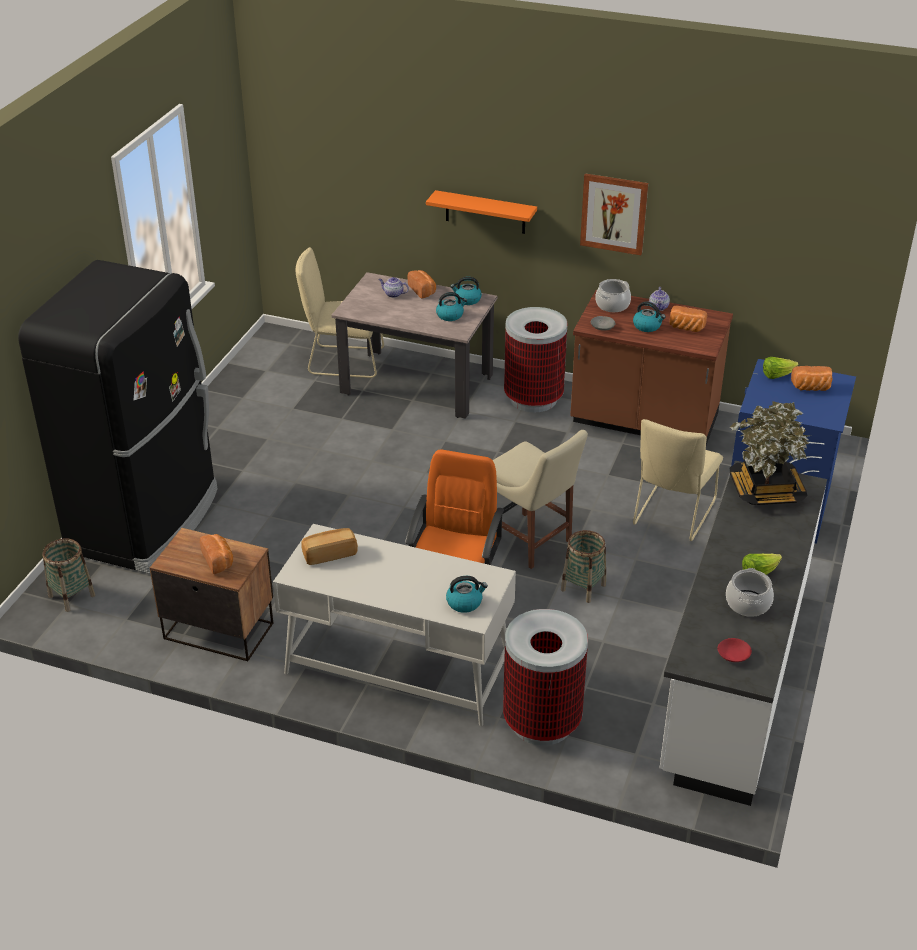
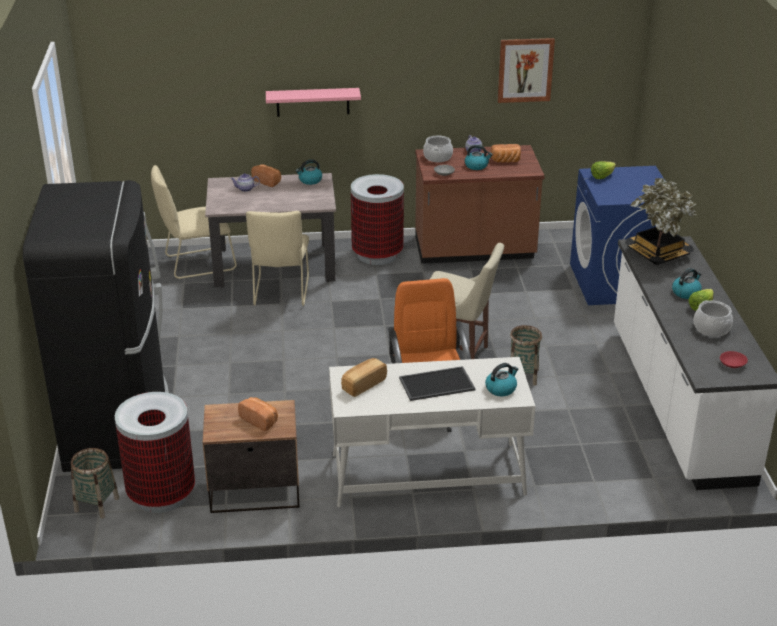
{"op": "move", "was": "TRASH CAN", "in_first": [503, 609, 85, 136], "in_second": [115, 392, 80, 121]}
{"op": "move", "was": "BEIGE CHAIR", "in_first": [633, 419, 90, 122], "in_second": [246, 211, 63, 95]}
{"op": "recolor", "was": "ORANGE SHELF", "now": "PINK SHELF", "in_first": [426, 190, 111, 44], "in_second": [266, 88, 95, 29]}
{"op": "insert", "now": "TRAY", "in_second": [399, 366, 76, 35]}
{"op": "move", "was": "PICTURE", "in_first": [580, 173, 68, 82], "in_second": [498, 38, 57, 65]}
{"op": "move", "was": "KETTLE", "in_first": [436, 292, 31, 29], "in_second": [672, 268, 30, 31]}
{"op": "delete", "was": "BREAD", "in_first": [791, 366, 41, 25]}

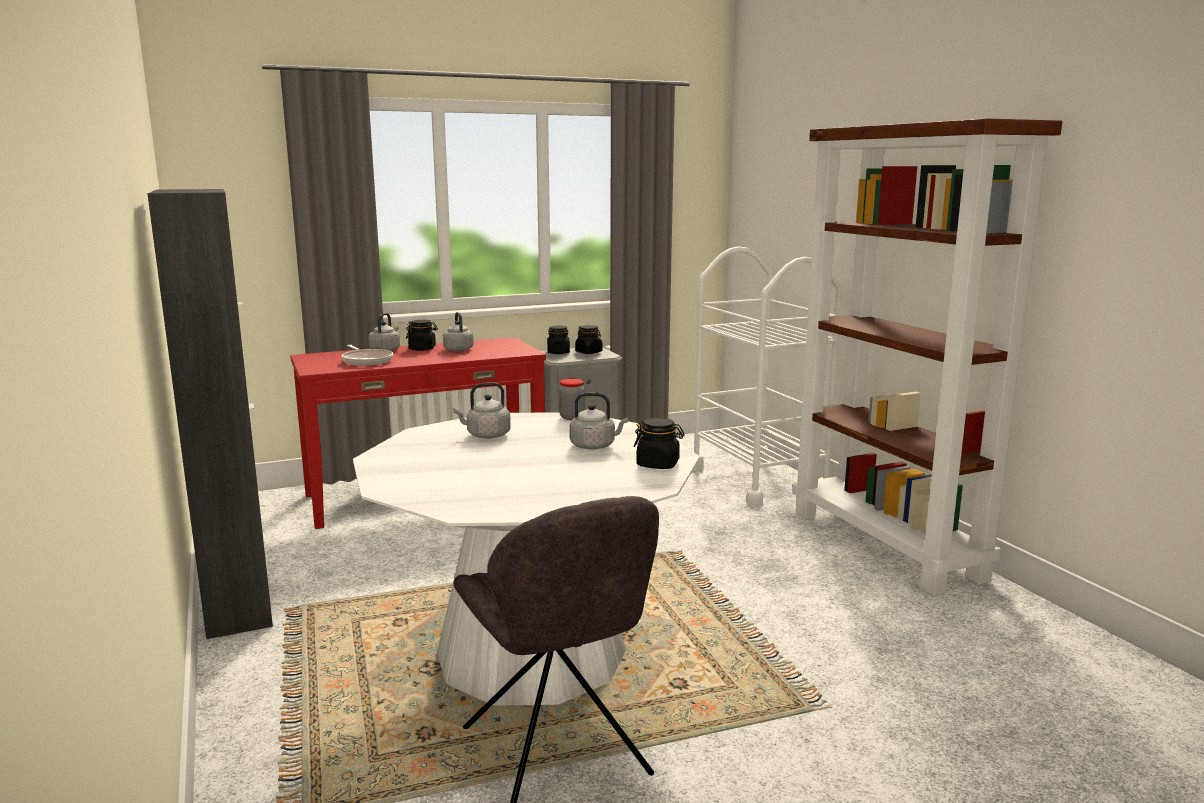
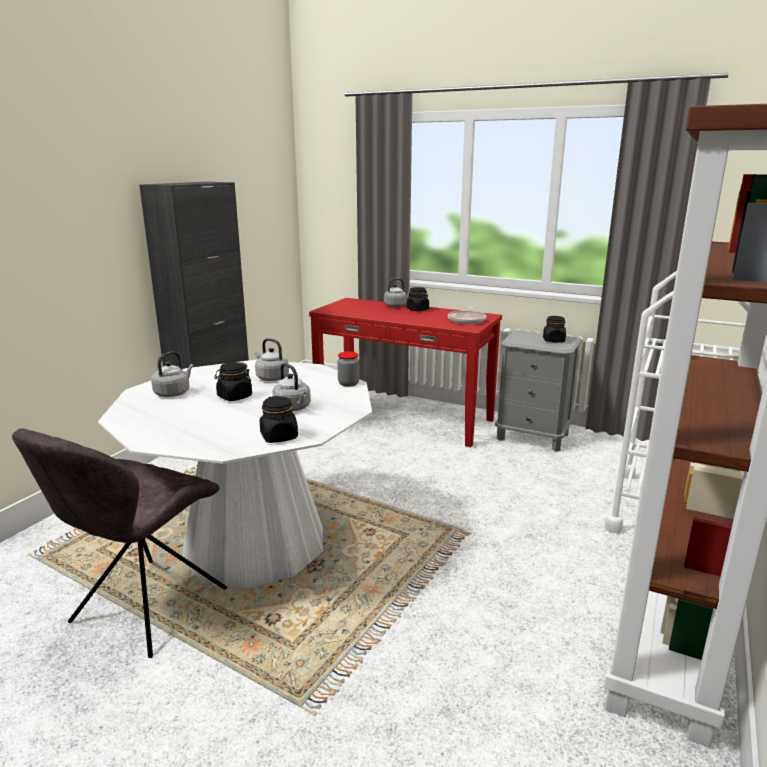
{"op": "move", "was": "GREY KETTLE", "in_first": [443, 312, 31, 39], "in_second": [151, 351, 42, 46]}
{"op": "move", "was": "BLACK JAR", "in_first": [547, 326, 23, 28], "in_second": [214, 362, 38, 39]}
{"op": "move", "was": "FRYING PAN", "in_first": [341, 345, 52, 21], "in_second": [448, 305, 39, 19]}

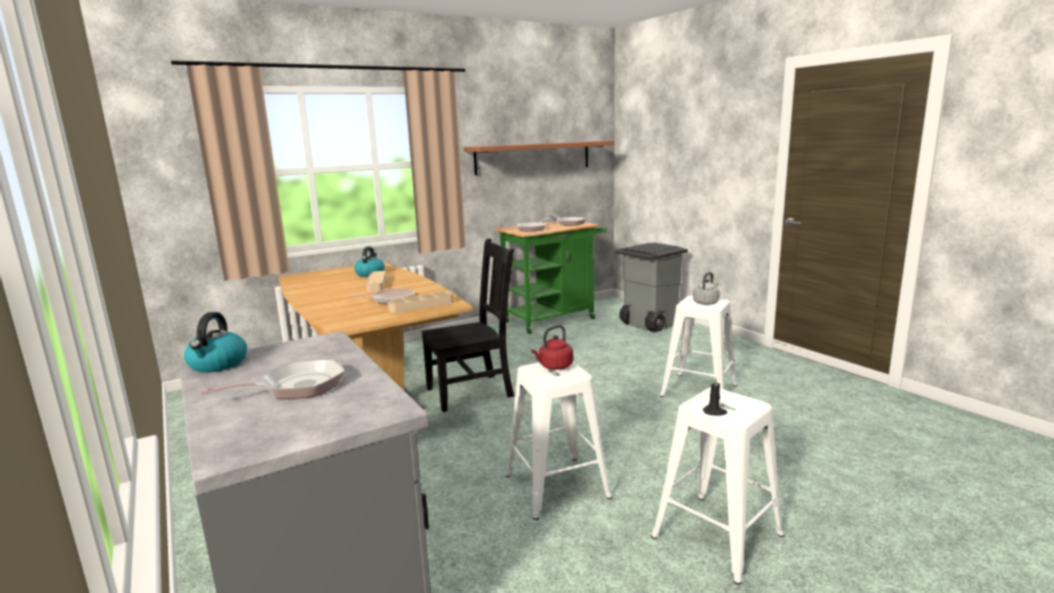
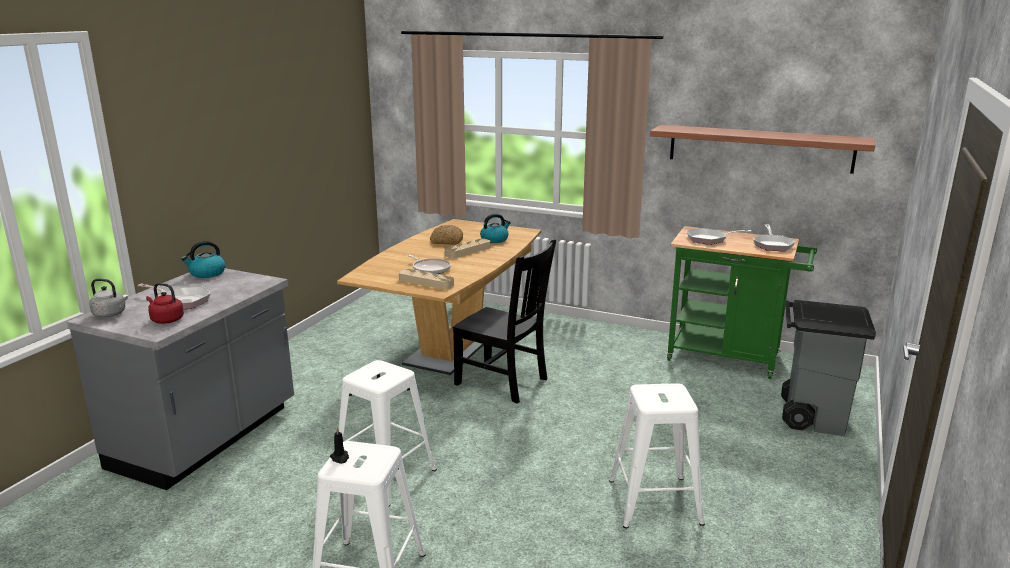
{"op": "move", "was": "GREY KETTLE", "in_first": [693, 272, 27, 33], "in_second": [89, 279, 39, 38]}
{"op": "move", "was": "RED KETTLE", "in_first": [531, 325, 42, 45], "in_second": [146, 283, 38, 41]}
{"op": "insert", "now": "BREAD", "in_second": [430, 225, 33, 19]}

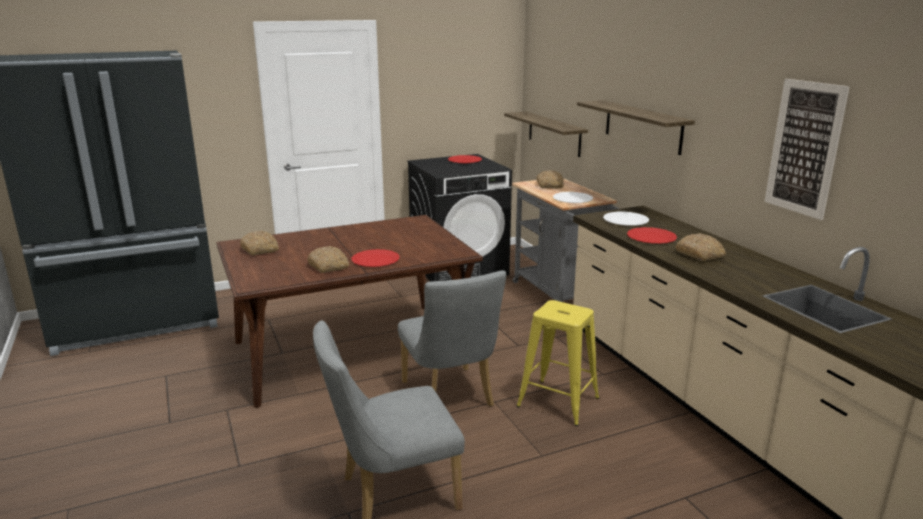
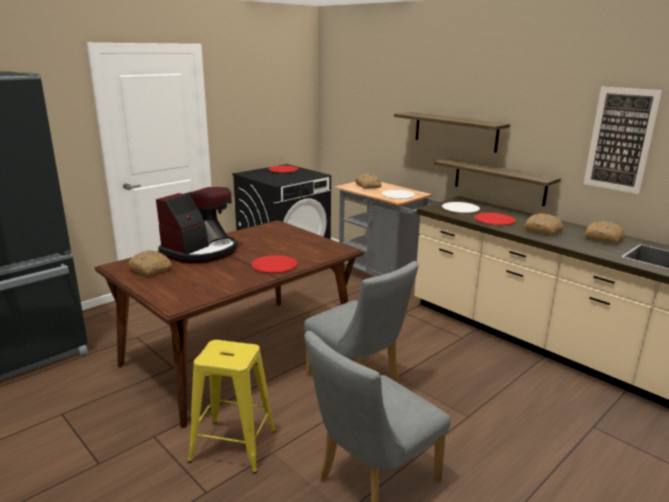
{"op": "insert", "now": "COFFEE MACHINE", "in_second": [156, 187, 81, 76]}
{"op": "move", "was": "YELLOW STOOL", "in_first": [516, 300, 83, 126], "in_second": [188, 340, 88, 134]}
{"op": "move", "was": "SHELF", "in_first": [504, 112, 84, 45], "in_second": [434, 158, 127, 48]}
{"op": "move", "was": "BREAD", "in_first": [307, 246, 42, 27], "in_second": [585, 221, 41, 23]}

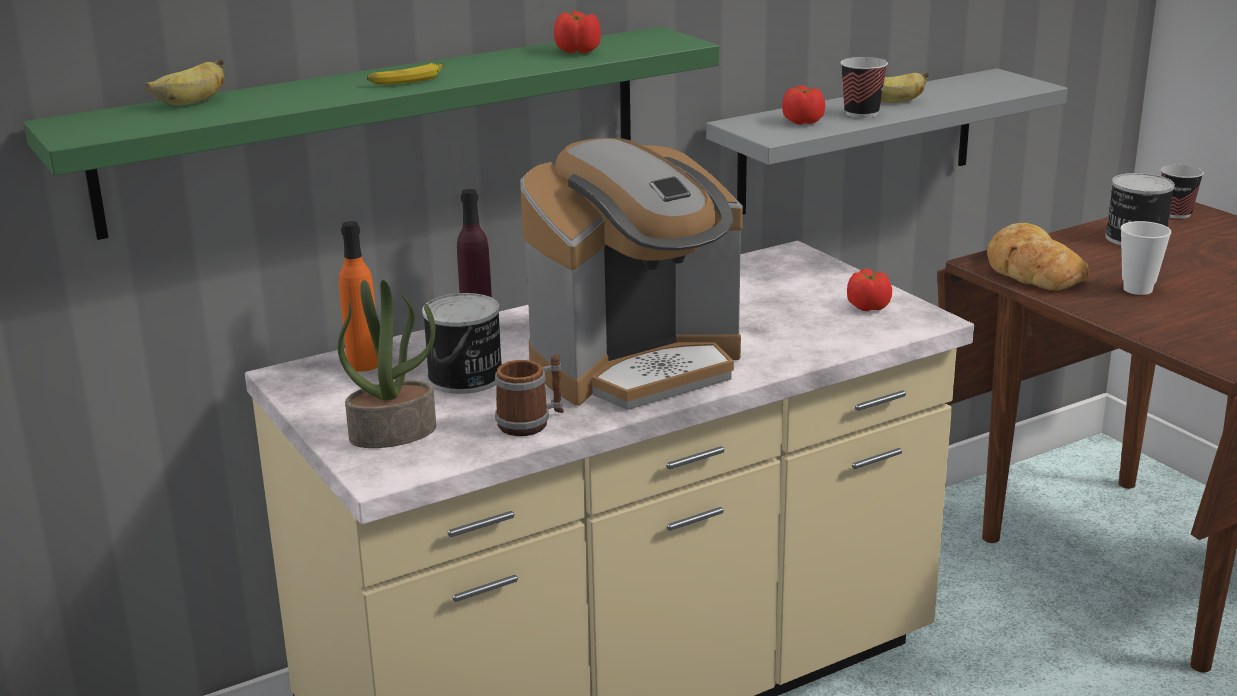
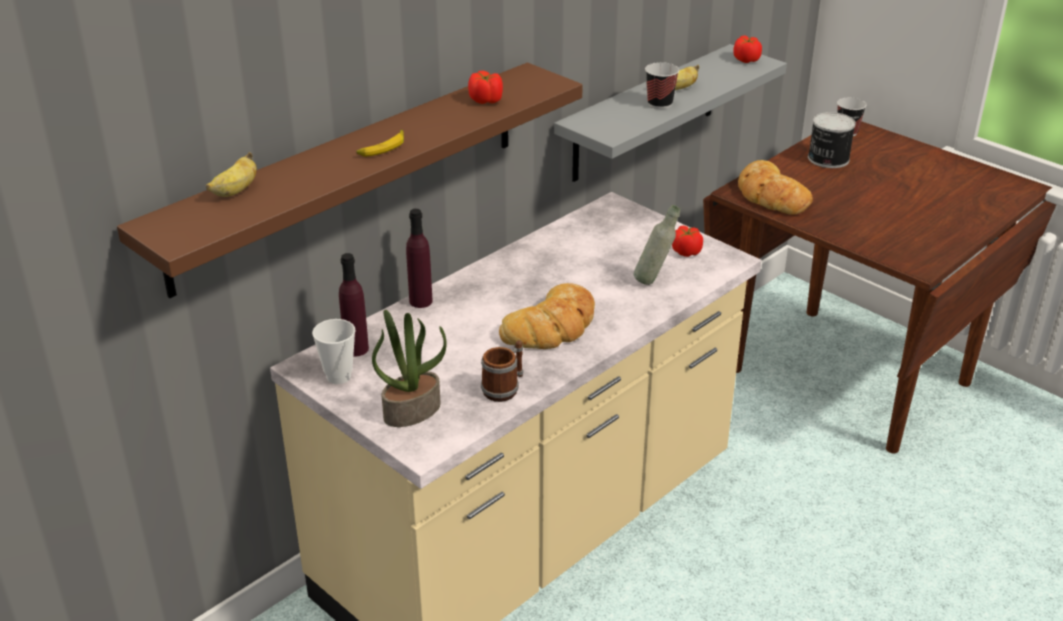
{"op": "recolor", "was": "GREEN SHELF", "now": "BROWN SHELF", "in_first": [24, 27, 695, 213], "in_second": [117, 63, 466, 235]}
{"op": "move", "was": "CUP", "in_first": [1121, 221, 50, 74], "in_second": [312, 319, 43, 65]}
{"op": "recolor", "was": "ORANGE BOTTLE", "now": "PURPLE BOTTLE", "in_first": [339, 221, 39, 151], "in_second": [339, 253, 30, 104]}
{"op": "replace", "was": "COFFEE MACHINE", "now": "BREAD", "in_first": [521, 138, 222, 272], "in_second": [499, 283, 96, 66]}
{"op": "insert", "now": "GREY BOTTLE", "in_second": [634, 205, 46, 80]}
{"op": "move", "was": "TOMATO", "in_first": [782, 85, 43, 40], "in_second": [733, 36, 29, 27]}
{"op": "delete", "was": "CAN", "in_first": [422, 293, 79, 101]}

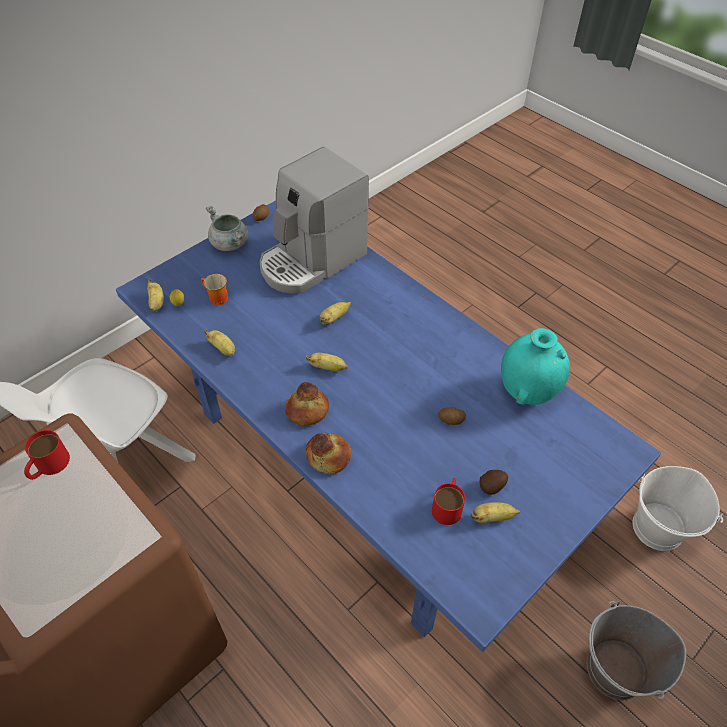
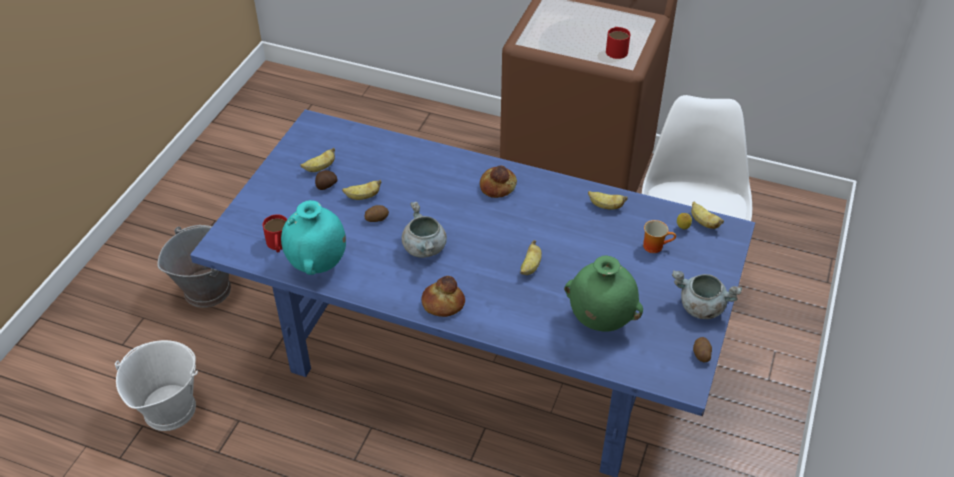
{"op": "move", "was": "RED MUG", "in_first": [432, 478, 33, 47], "in_second": [262, 214, 25, 38]}
{"op": "move", "was": "BANANA", "in_first": [306, 353, 42, 18], "in_second": [342, 180, 40, 20]}
{"op": "insert", "now": "GREY COOKING POT", "in_second": [402, 202, 45, 56]}
{"op": "move", "was": "BREAD", "in_first": [306, 433, 45, 41], "in_second": [422, 276, 43, 41]}
{"op": "replace", "was": "COFFEE MACHINE", "now": "GREEN VASE", "in_first": [260, 147, 109, 146], "in_second": [564, 256, 79, 75]}

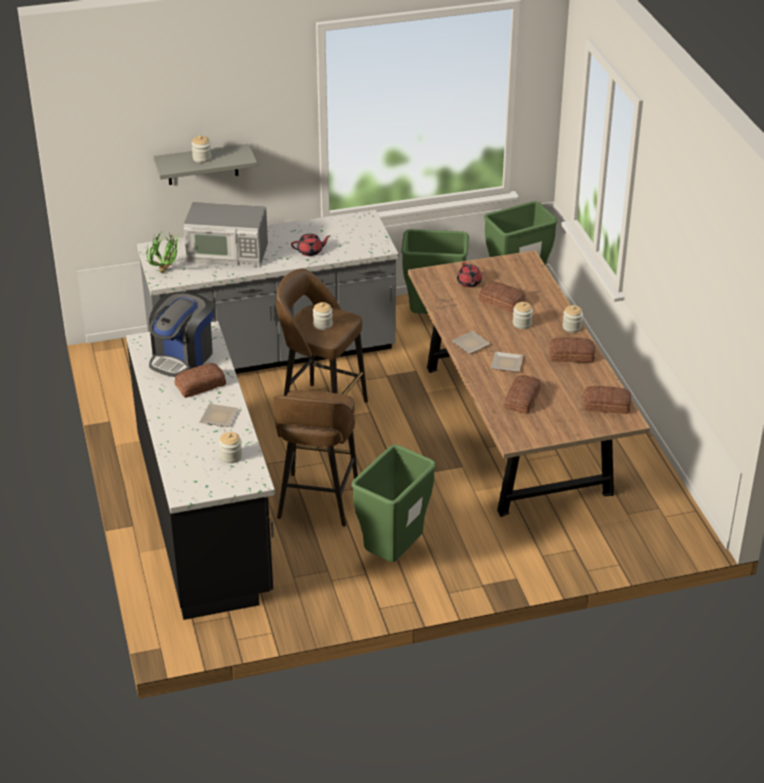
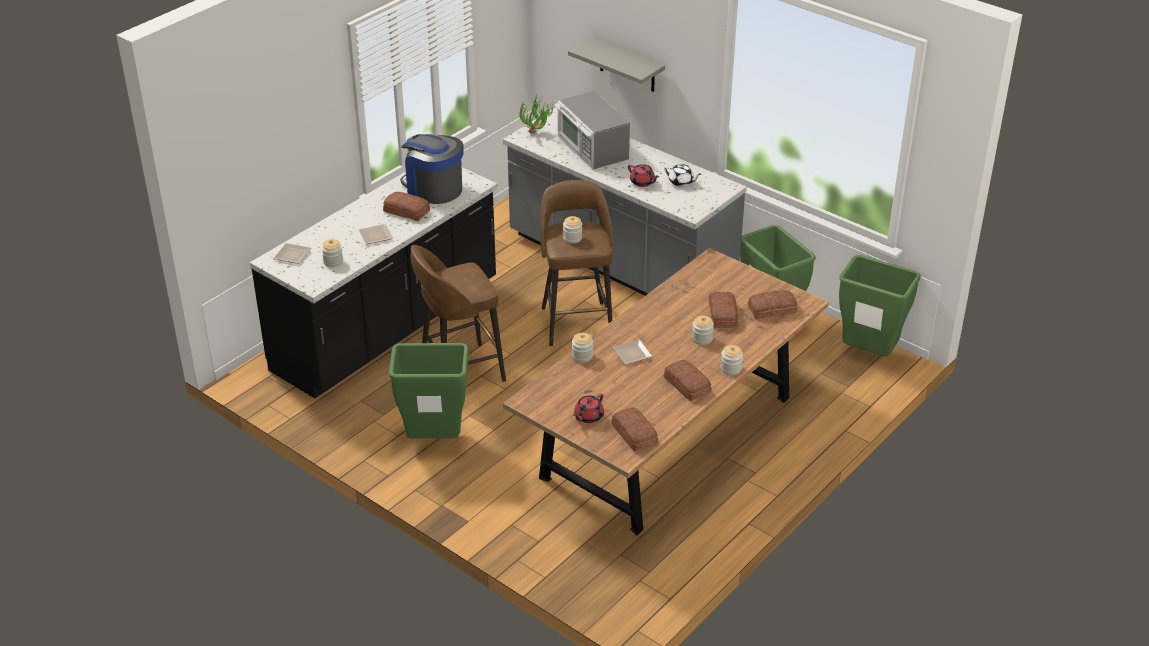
{"op": "move", "was": "PLATE", "in_first": [452, 331, 39, 23], "in_second": [273, 243, 38, 21]}
{"op": "rotate", "was": "COFFEE MACHINE", "in_first": [149, 292, 64, 85], "in_second": [400, 134, 63, 70], "clockwise": 45}
{"op": "move", "was": "JAR", "in_first": [191, 135, 20, 28], "in_second": [572, 333, 21, 30]}
{"op": "move", "was": "RED TEAPOT", "in_first": [457, 262, 25, 25], "in_second": [573, 394, 31, 29]}
{"op": "insert", "now": "WHITE TEAPOT", "in_second": [664, 164, 37, 23]}
{"op": "move", "was": "BREAD", "in_first": [505, 375, 36, 39], "in_second": [748, 290, 49, 30]}

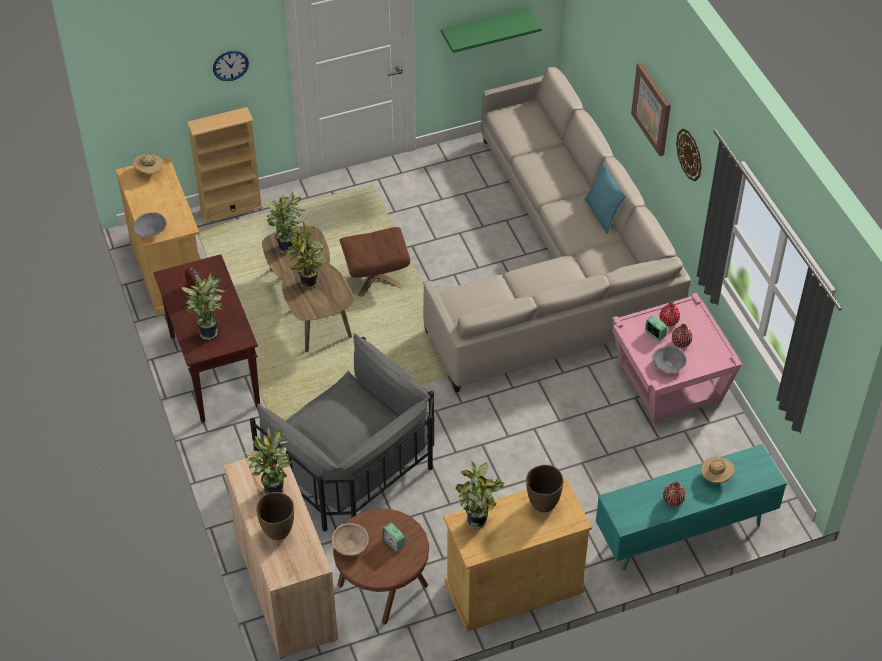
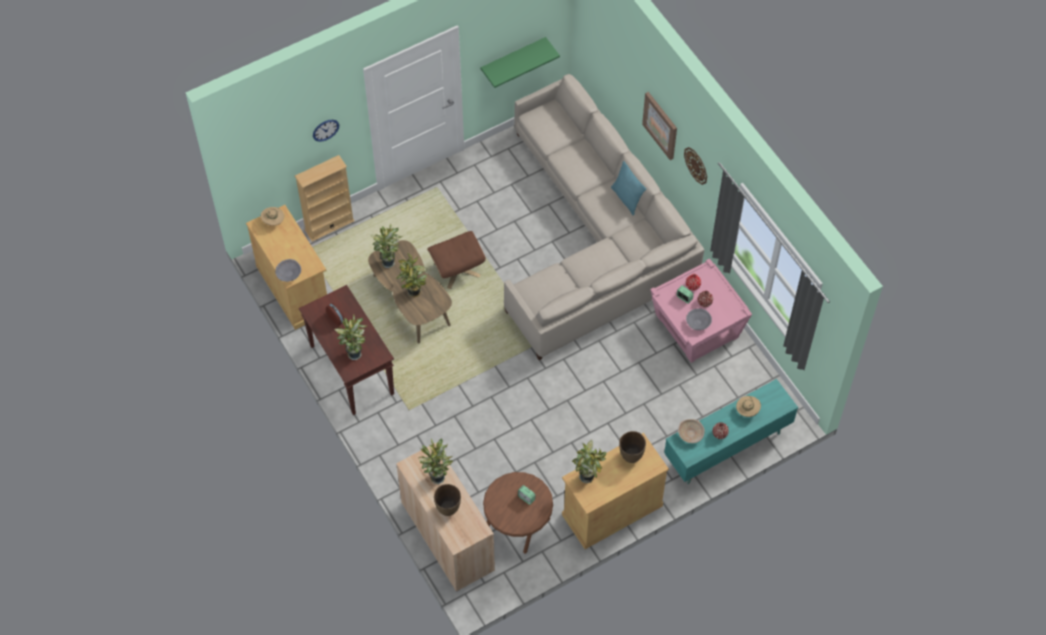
{"op": "move", "was": "BEIGE BOWL", "in_first": [332, 523, 37, 33], "in_second": [678, 419, 27, 24]}
{"op": "delete", "was": "GREY ARMCHAIR", "in_first": [250, 333, 184, 198]}

